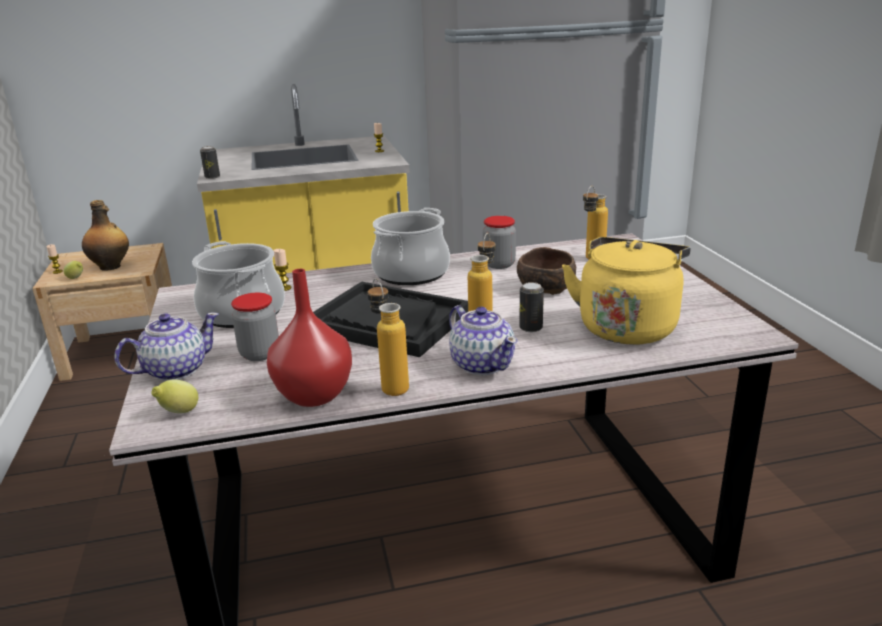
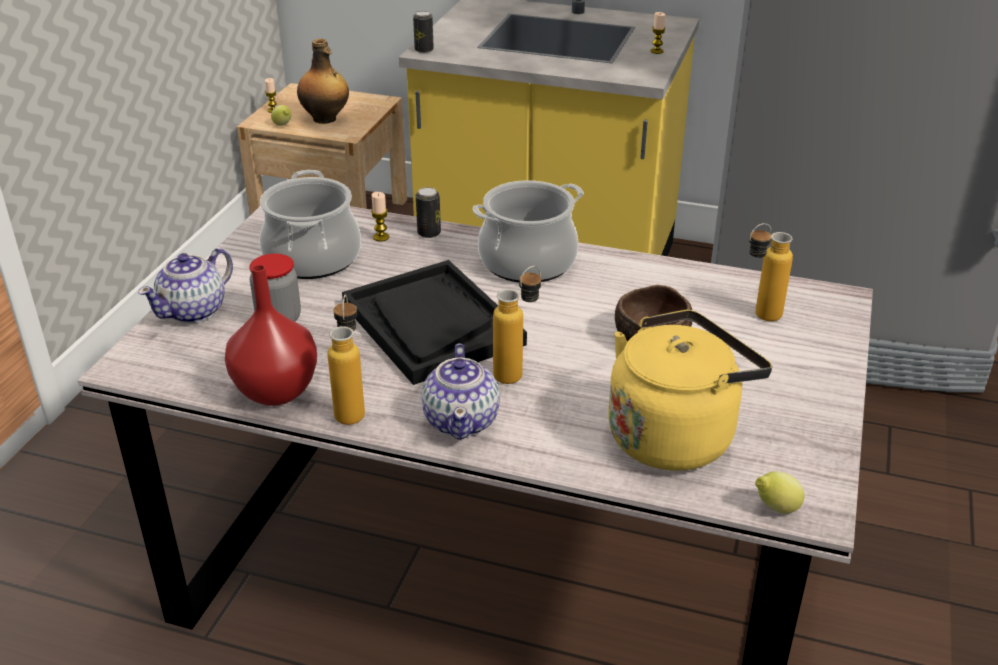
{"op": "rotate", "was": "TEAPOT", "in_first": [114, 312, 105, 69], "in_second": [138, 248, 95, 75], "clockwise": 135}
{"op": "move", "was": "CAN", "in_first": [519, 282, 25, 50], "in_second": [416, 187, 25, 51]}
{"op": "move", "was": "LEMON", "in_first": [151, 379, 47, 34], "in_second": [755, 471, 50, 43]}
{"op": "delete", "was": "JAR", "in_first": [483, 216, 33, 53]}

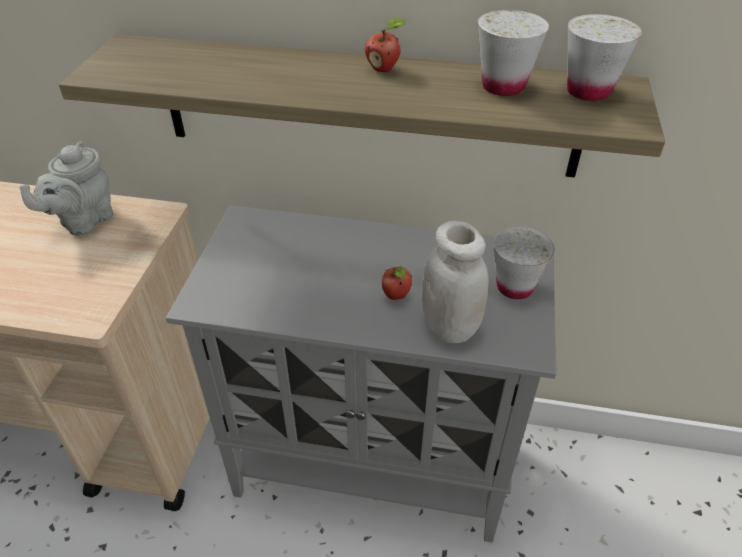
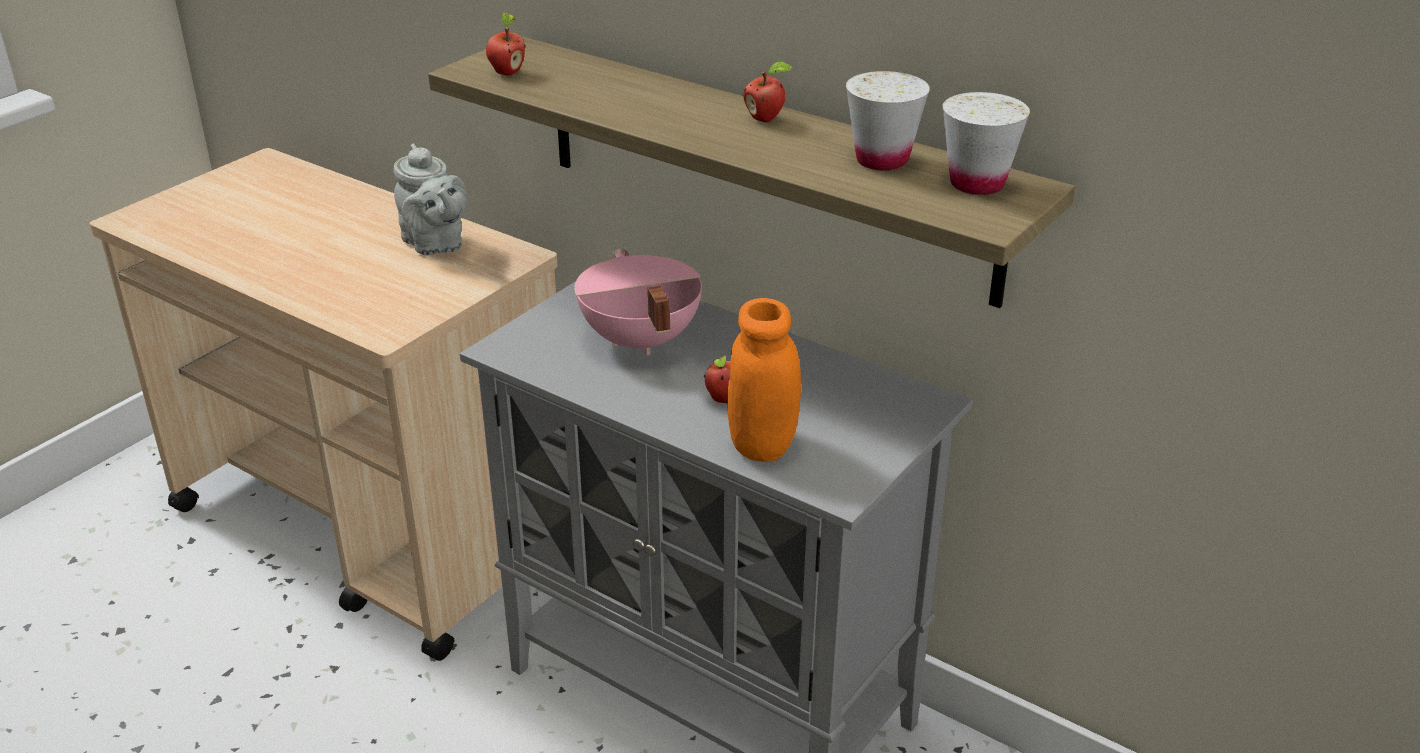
{"op": "rotate", "was": "GREY TEAPOT", "in_first": [20, 141, 93, 95], "in_second": [394, 144, 74, 111], "clockwise": -90}
{"op": "insert", "now": "APPLE", "in_second": [486, 12, 39, 63]}
{"op": "insert", "now": "PINK COOKING POT", "in_second": [574, 249, 128, 107]}
{"op": "recolor", "was": "WHITE JAR", "now": "ORANGE JAR", "in_first": [422, 221, 67, 123], "in_second": [727, 298, 74, 164]}
{"op": "delete", "was": "WHITE CUP", "in_first": [493, 227, 62, 72]}

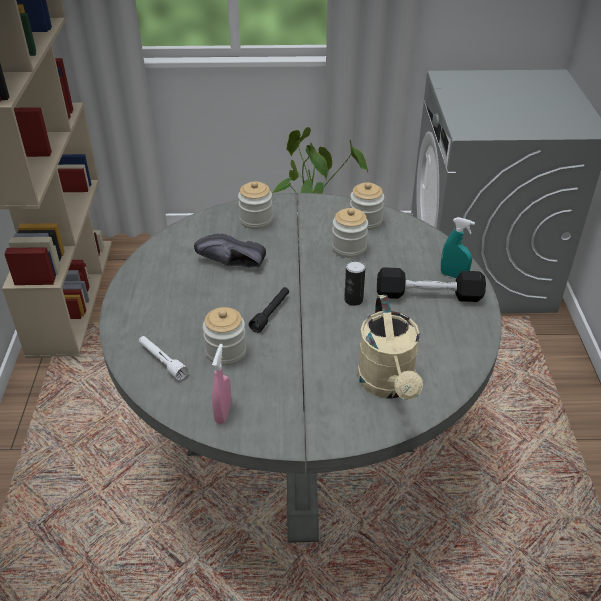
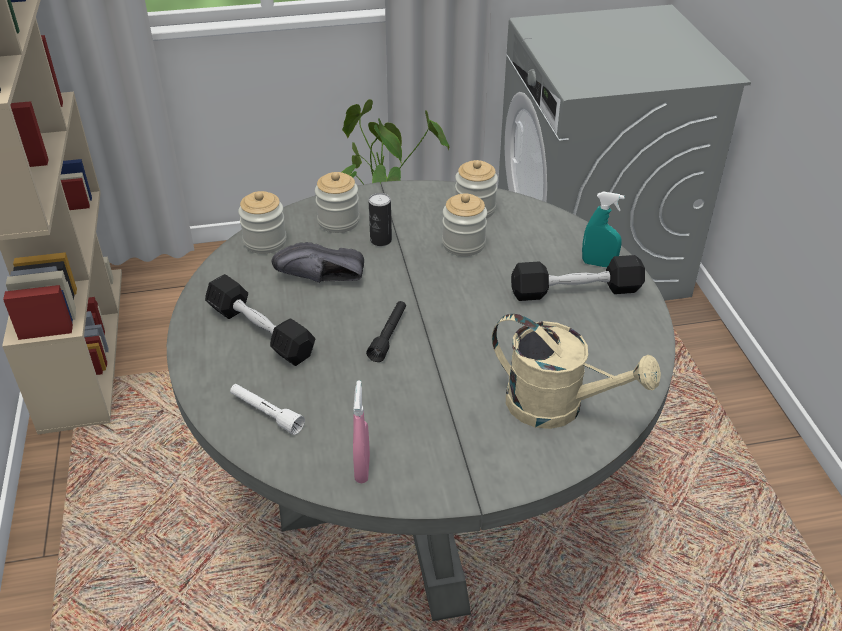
{"op": "insert", "now": "BLACK DUMBBELL", "in_second": [205, 274, 110, 92]}
{"op": "move", "was": "JAR", "in_first": [203, 307, 43, 59], "in_second": [238, 191, 48, 63]}
{"op": "move", "was": "CAN", "in_first": [344, 260, 22, 46], "in_second": [368, 193, 24, 53]}
{"op": "rotate", "was": "BEIGE WATERING CAN", "in_first": [357, 295, 66, 105], "in_second": [492, 314, 169, 115], "clockwise": -45}

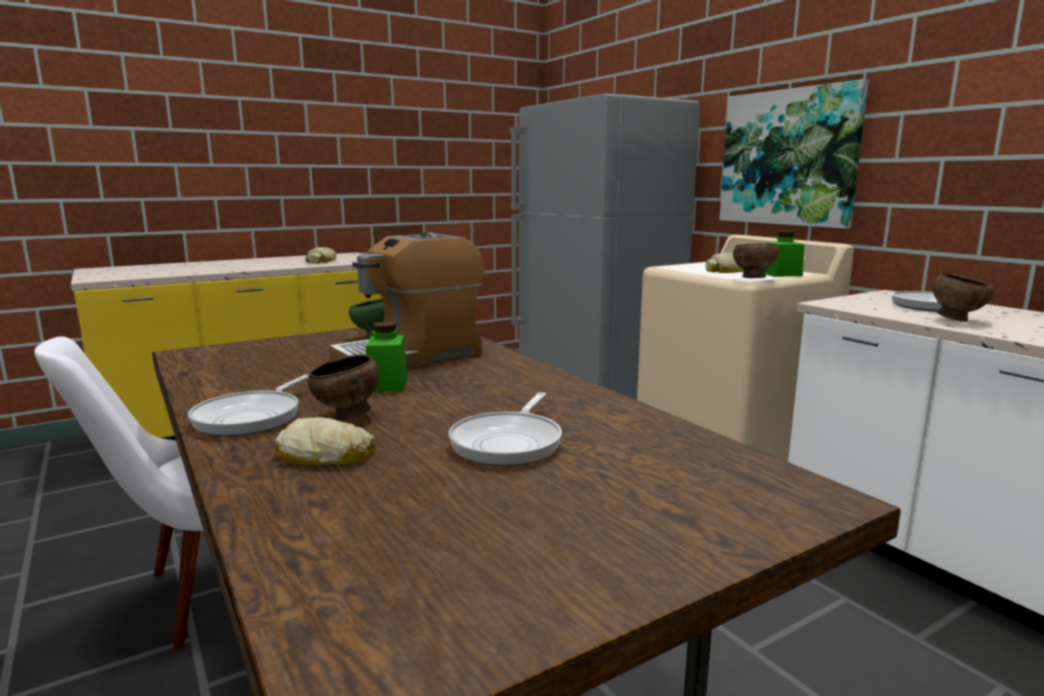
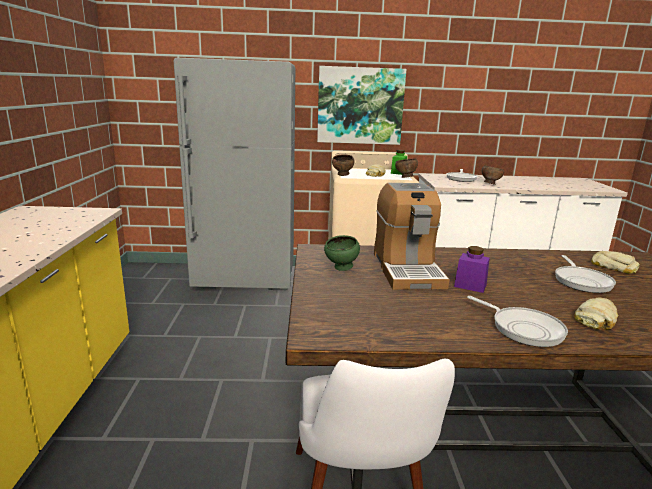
{"op": "move", "was": "BROWN BOWL", "in_first": [308, 354, 71, 67], "in_second": [332, 154, 23, 22]}
{"op": "recolor", "was": "GREEN JAR", "now": "PURPLE JAR", "in_first": [366, 321, 41, 71], "in_second": [454, 246, 36, 47]}
{"op": "rotate", "was": "FRYING PAN", "in_first": [449, 393, 113, 73], "in_second": [555, 255, 61, 38], "clockwise": 45}
{"op": "move", "was": "BREAD", "in_first": [305, 247, 32, 16], "in_second": [591, 251, 49, 23]}

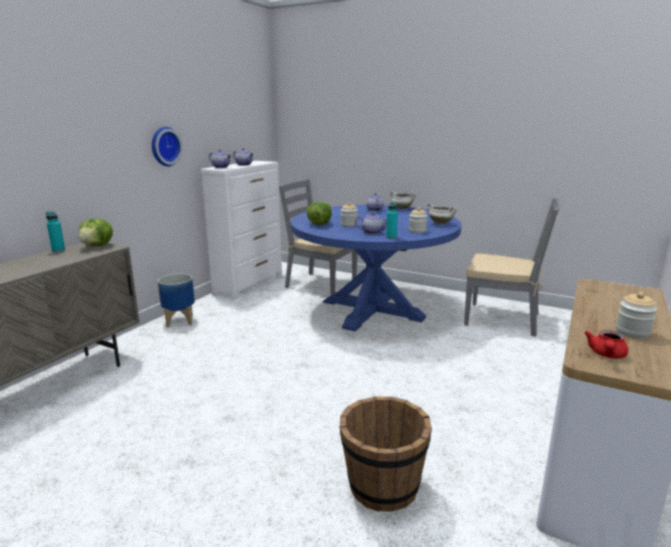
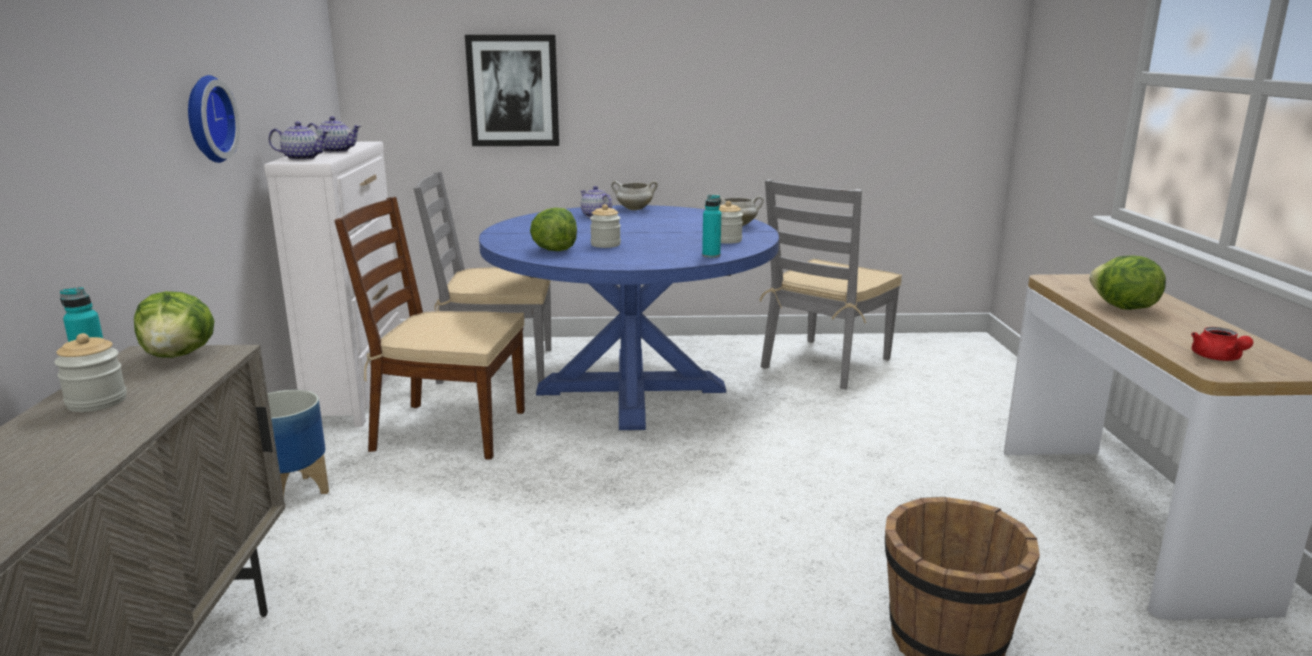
{"op": "move", "was": "JAR", "in_first": [616, 292, 41, 47], "in_second": [54, 333, 73, 79]}
{"op": "insert", "now": "BROWN CHAIR", "in_second": [334, 197, 191, 263]}
{"op": "insert", "now": "PICTURE", "in_second": [465, 35, 94, 111]}
{"op": "rotate", "was": "GREY CHAIR", "in_first": [464, 198, 96, 139], "in_second": [759, 179, 143, 210], "clockwise": 135}
{"op": "insert", "now": "LETTUCE", "in_second": [1089, 255, 77, 55]}
{"op": "delete", "was": "TEAPOT", "in_first": [355, 212, 32, 22]}

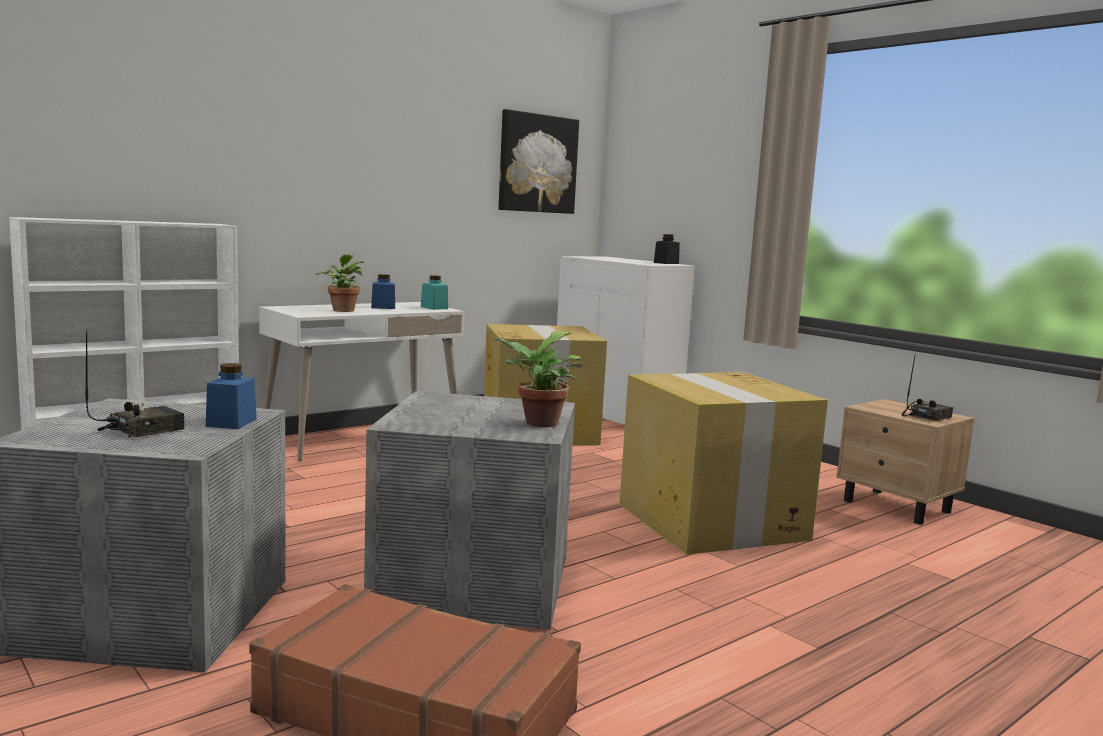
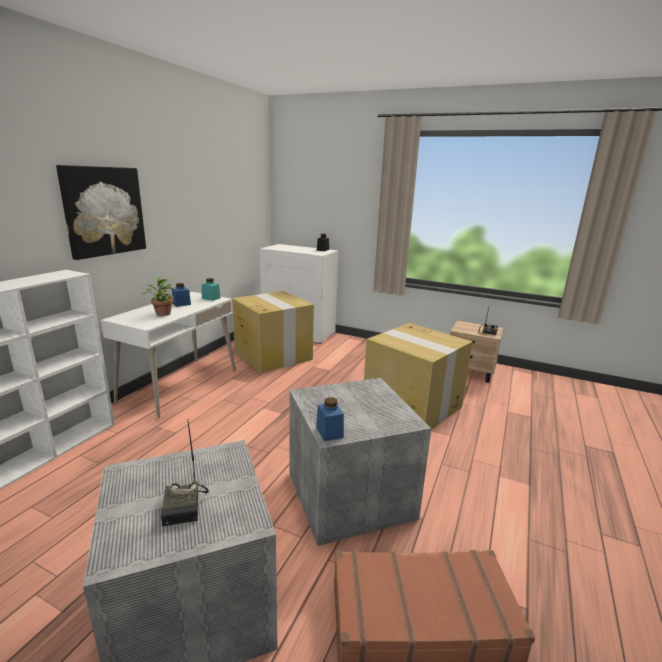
{"op": "move", "was": "PICTURE", "in_first": [499, 109, 80, 105], "in_second": [56, 165, 90, 95]}
{"op": "rotate", "was": "RADIO", "in_first": [85, 330, 99, 108], "in_second": [161, 422, 48, 105], "clockwise": 150}
{"op": "move", "was": "BLUE JAR", "in_first": [206, 363, 51, 66], "in_second": [316, 397, 28, 44]}
{"op": "delete", "was": "POTTED PLANT", "in_first": [493, 331, 90, 96]}

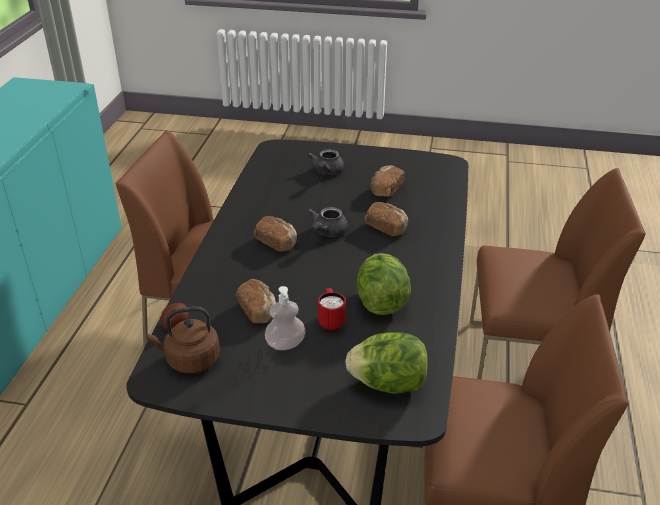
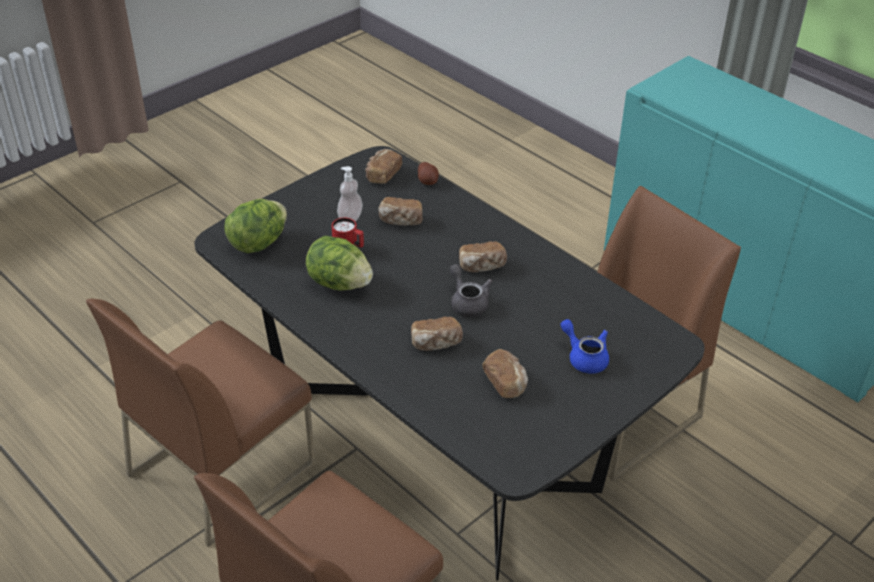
{"op": "replace", "was": "BROWN KETTLE", "now": "BREAD", "in_first": [146, 307, 74, 66], "in_second": [365, 149, 37, 35]}
{"op": "recolor", "was": "GREY TEAPOT", "now": "BLUE TEAPOT", "in_first": [307, 149, 37, 26], "in_second": [560, 319, 49, 55]}

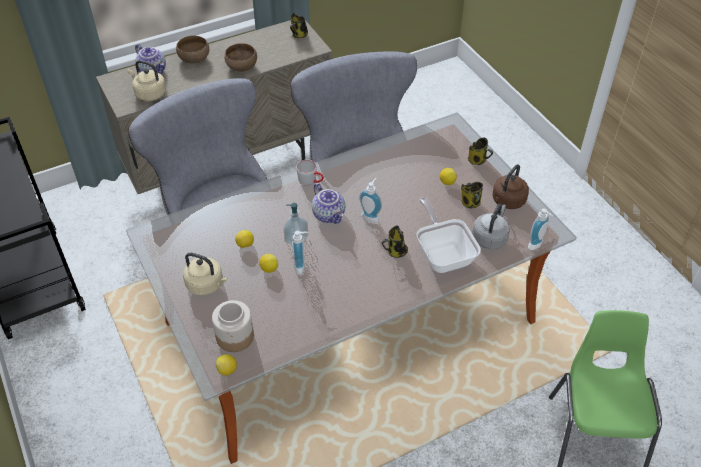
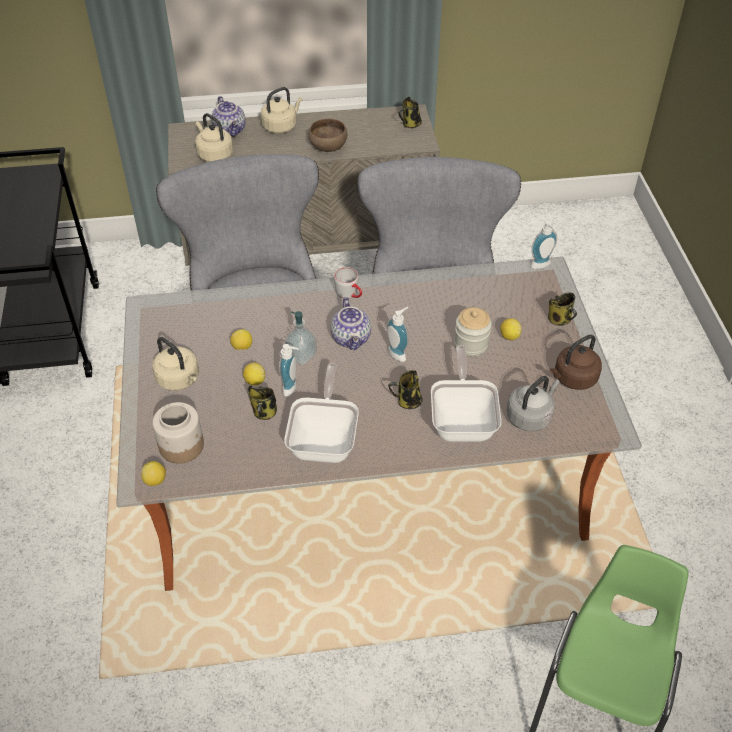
{"op": "move", "was": "MUG", "in_first": [461, 182, 22, 26], "in_second": [247, 386, 30, 34]}
{"op": "replace", "was": "BROWN BOWL", "now": "BEIGE KETTLE", "in_first": [176, 36, 33, 28], "in_second": [260, 87, 43, 47]}
{"op": "insert", "now": "FRYING PAN", "in_second": [284, 363, 75, 100]}
{"op": "insert", "now": "JAR", "in_second": [454, 307, 38, 50]}
{"op": "move", "was": "SOAP DISPENSER", "in_first": [528, 208, 25, 42], "in_second": [531, 221, 26, 48]}

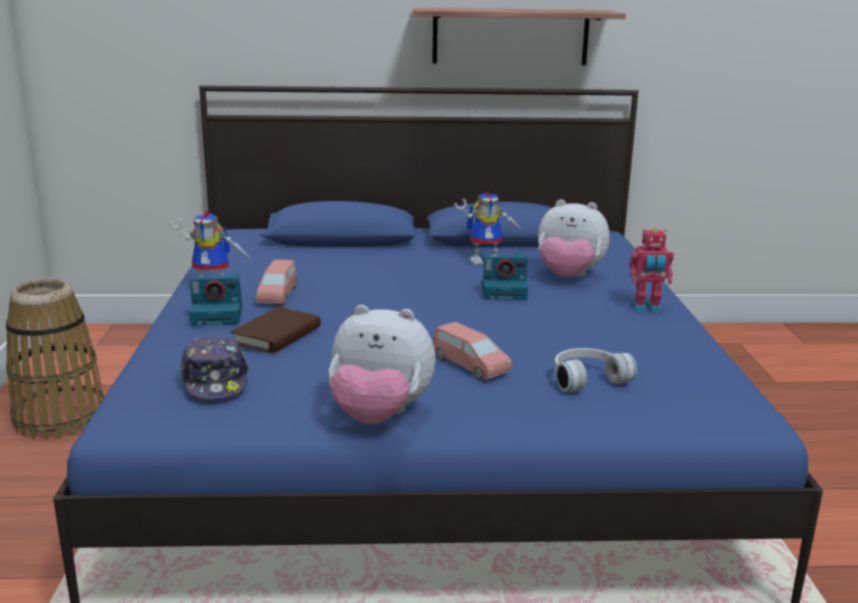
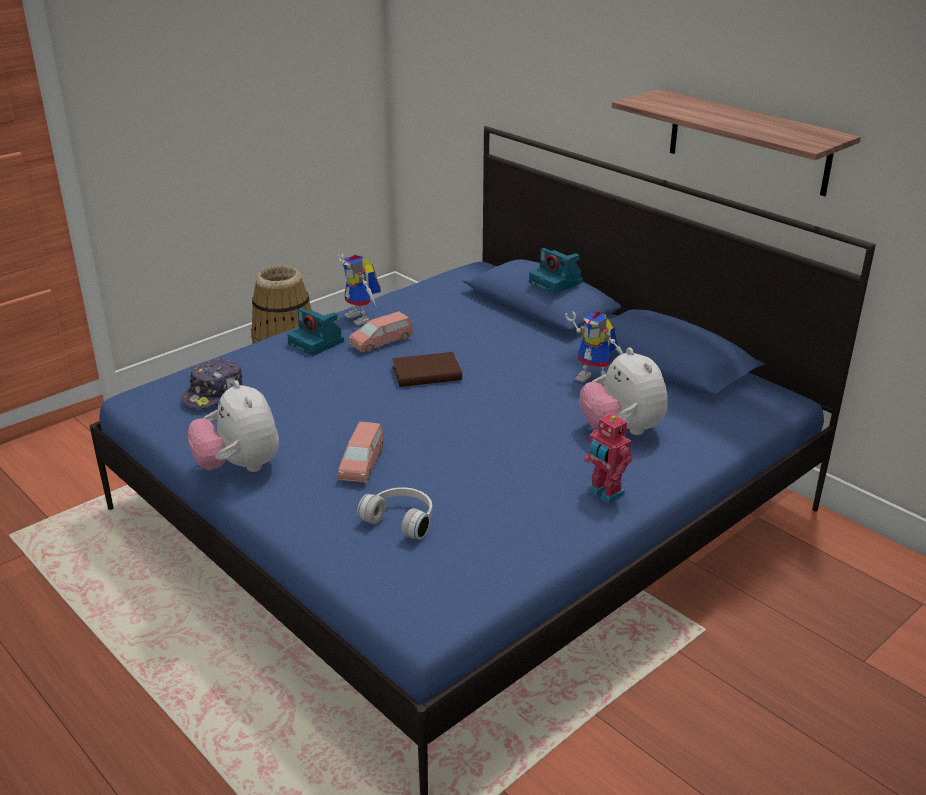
{"op": "move", "was": "BROWN BOOK", "in_first": [230, 307, 91, 46], "in_second": [392, 352, 70, 35]}
{"op": "move", "was": "PHOTO CAMERA", "in_first": [481, 252, 47, 48], "in_second": [529, 248, 54, 46]}

